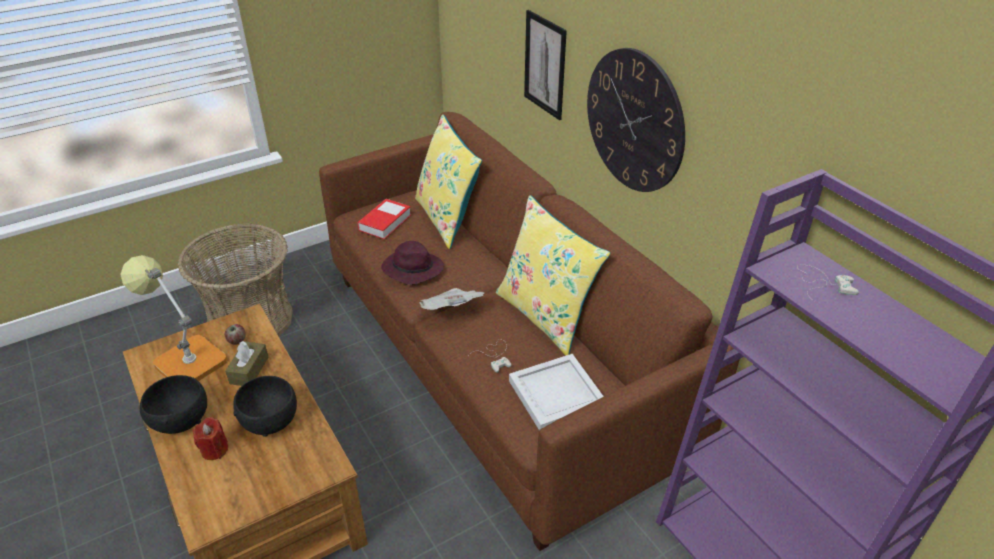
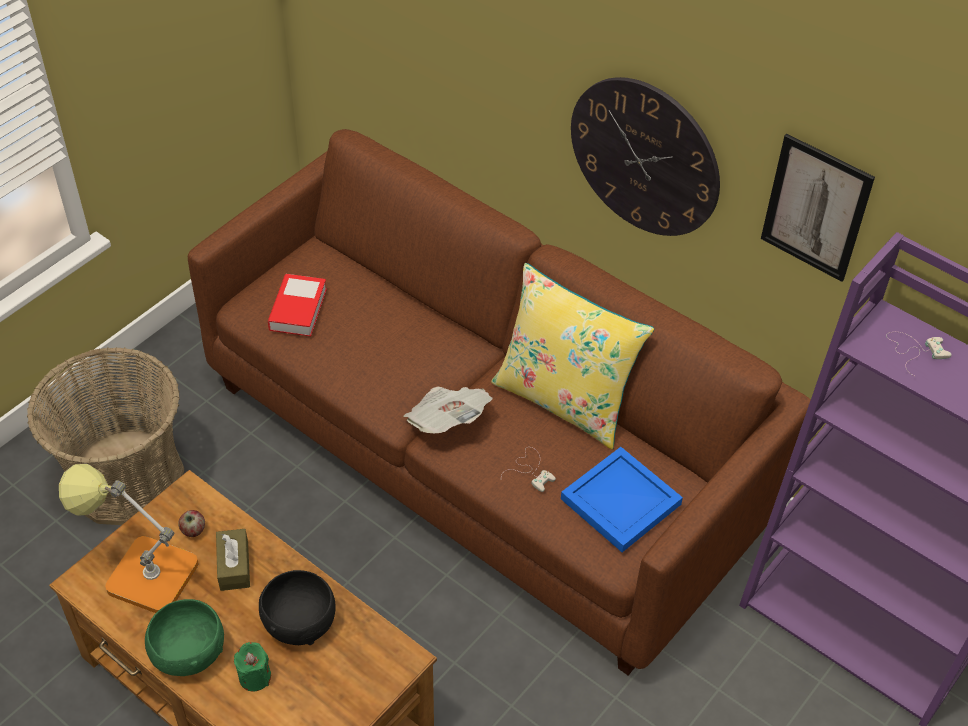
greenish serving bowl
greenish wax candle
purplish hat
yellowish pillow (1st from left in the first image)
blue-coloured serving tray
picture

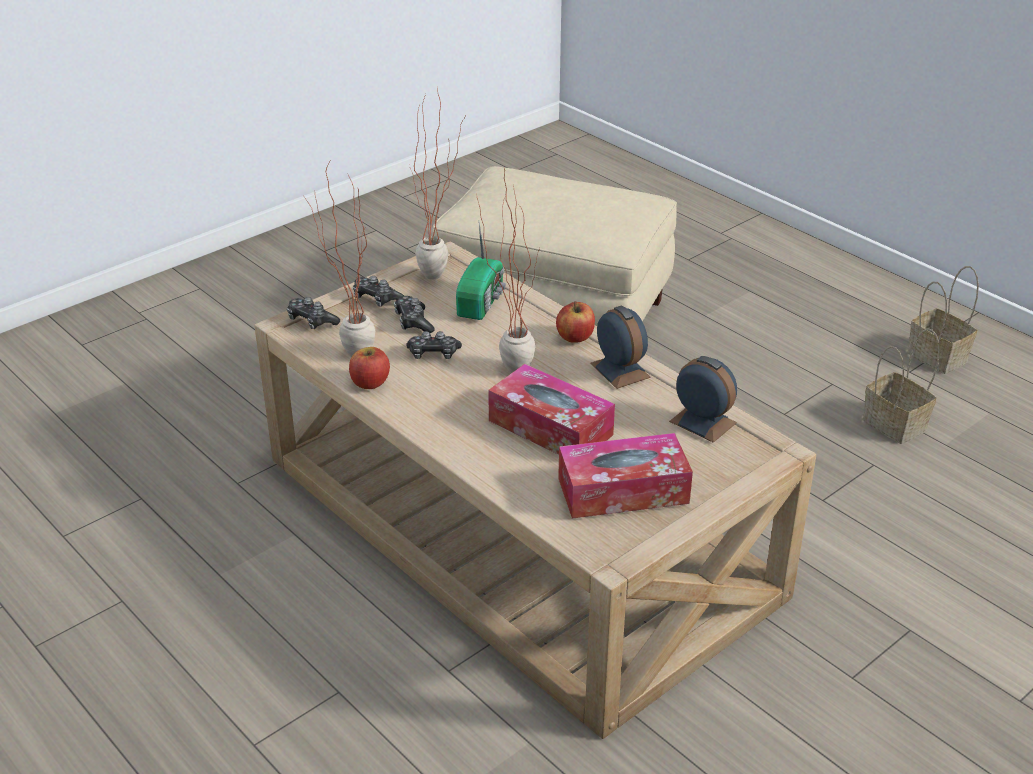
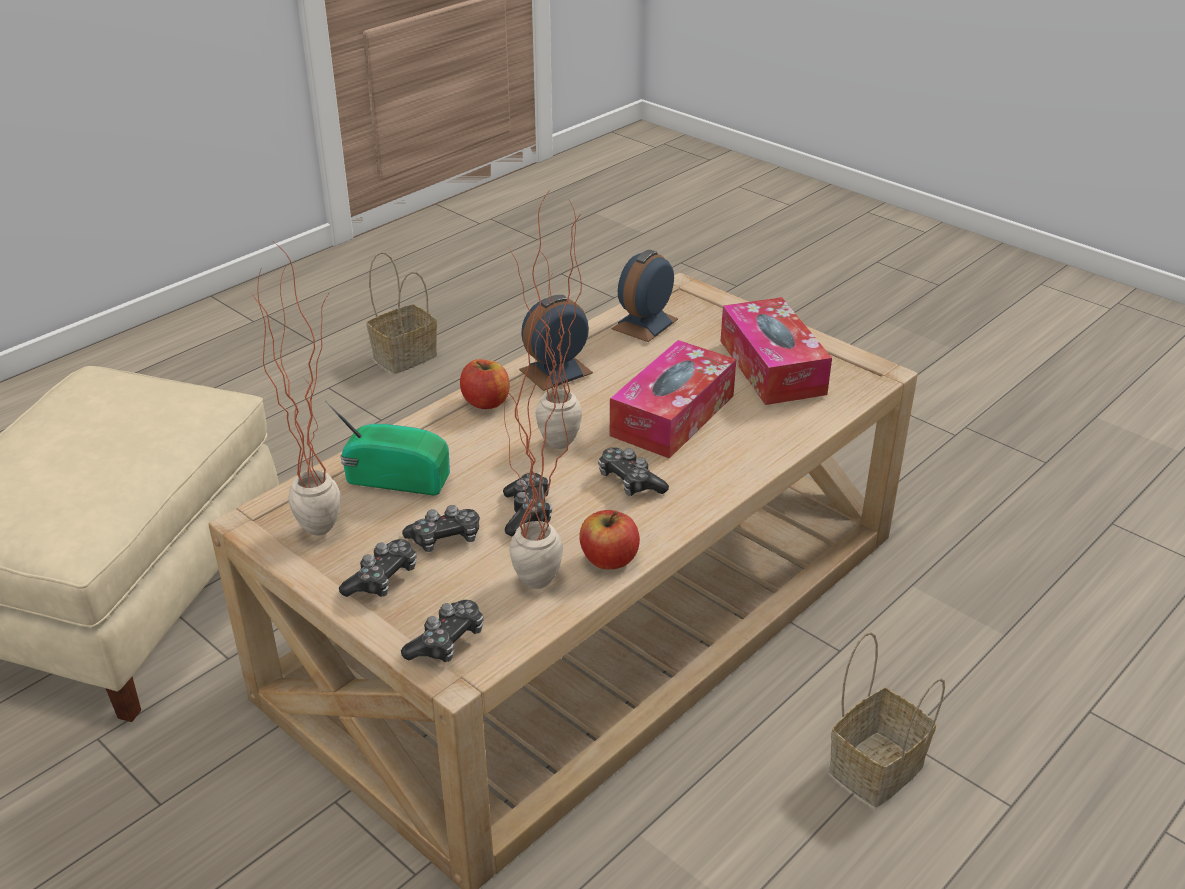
household basket (2nd from left)
joypad (5th from left)

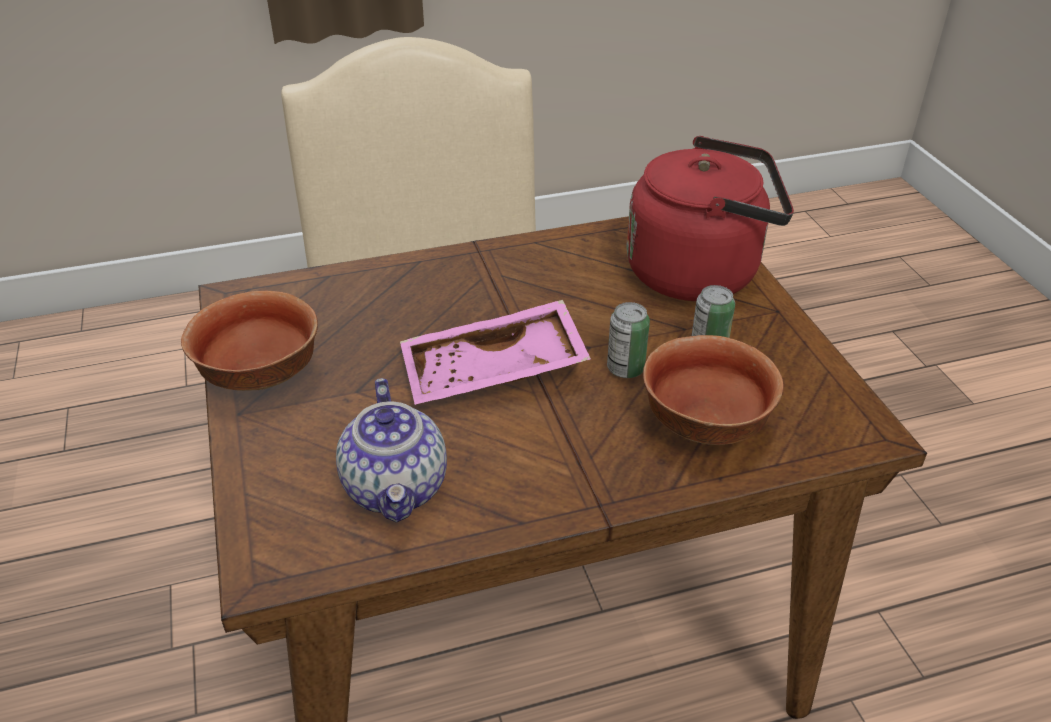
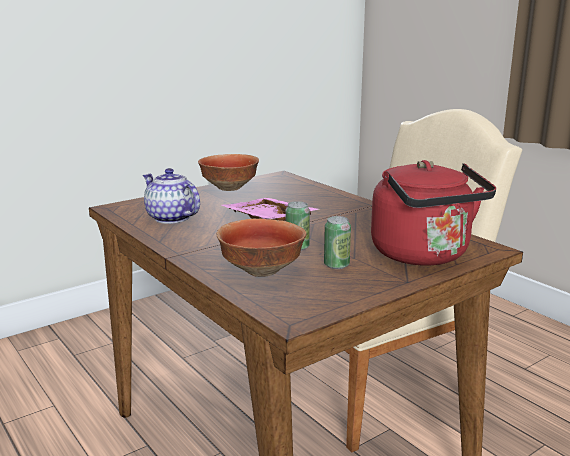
teapot

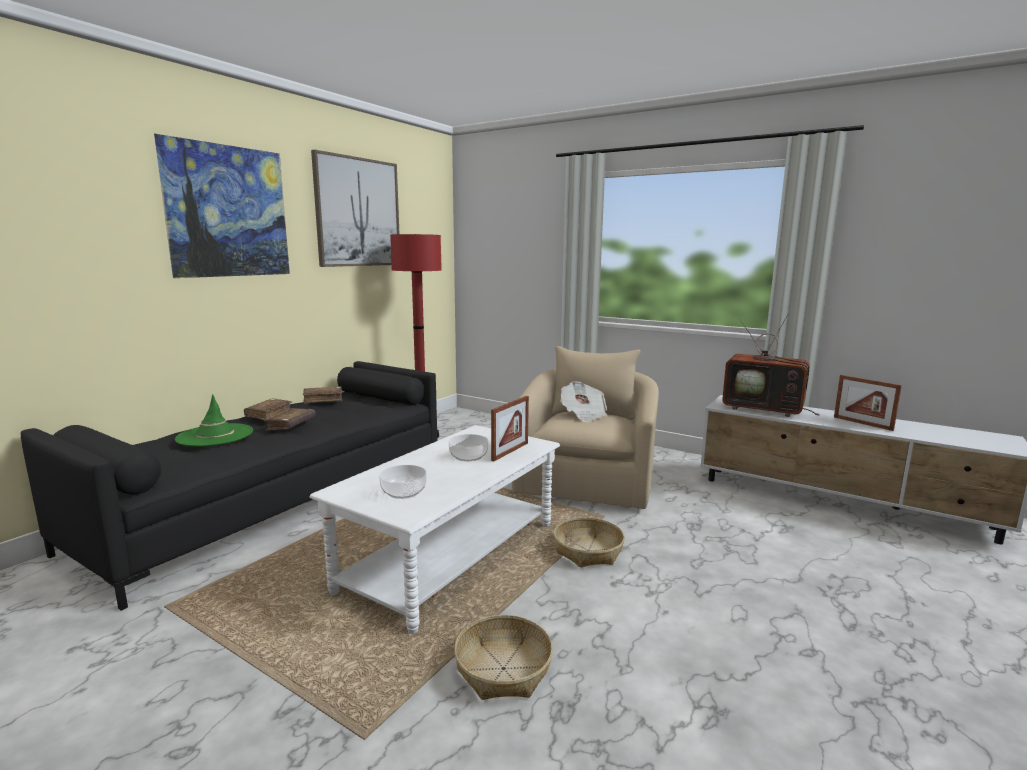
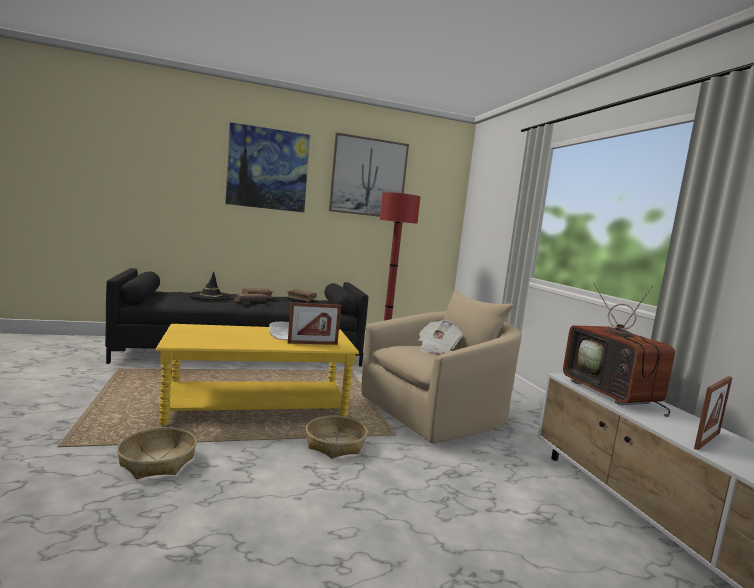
black-coloured hat
yellowish low table
serving bowl (1st from left in the first image)
photo frame (2nd from left)

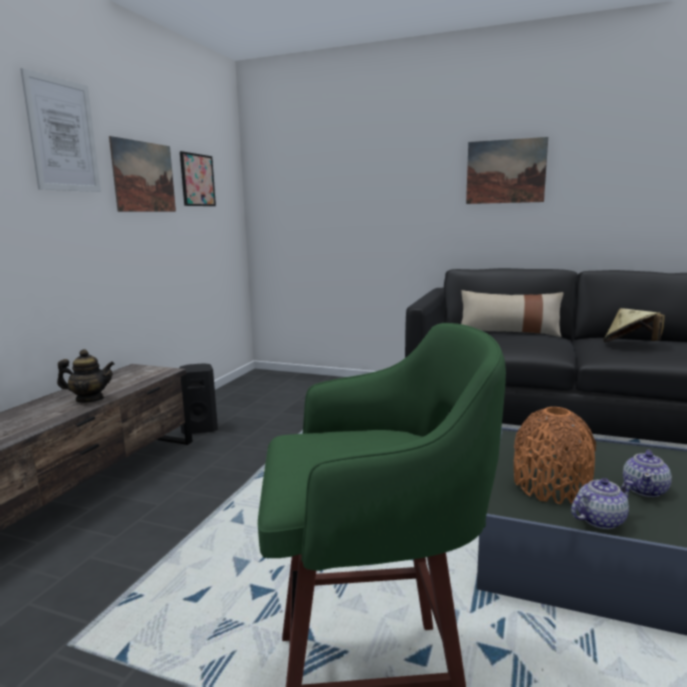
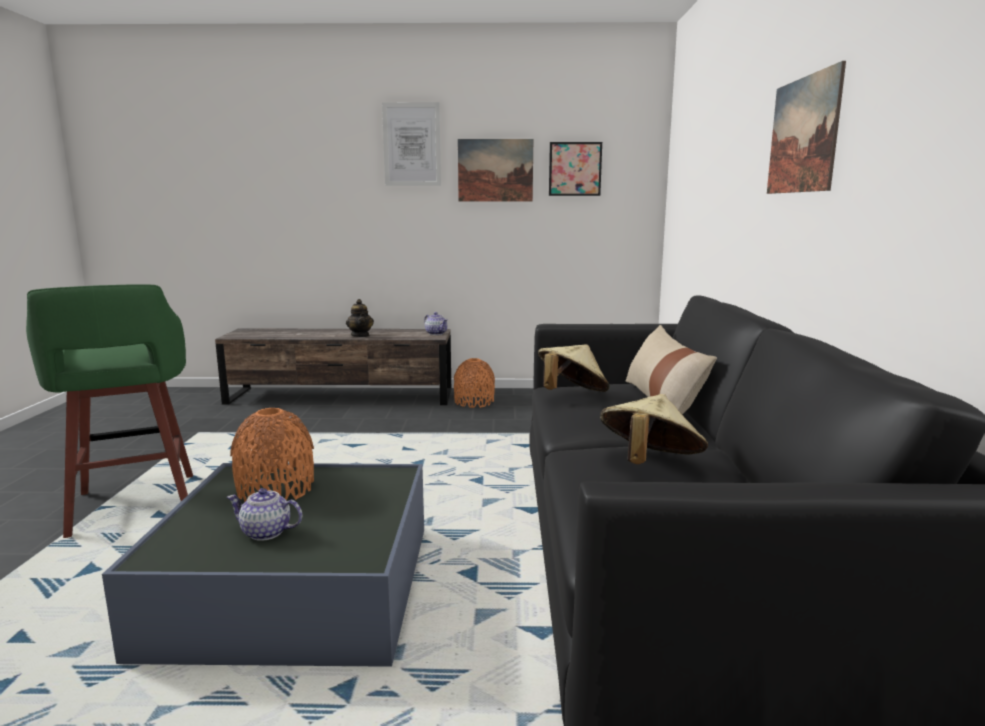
orangey vase (2nd from left)
teapot (3rd from left)
sand-coloured hat (1st from left)

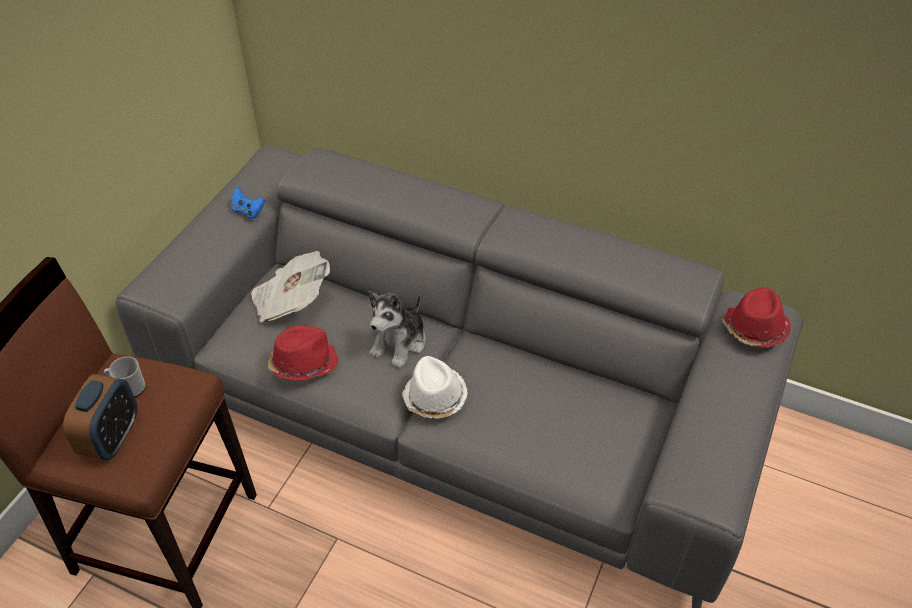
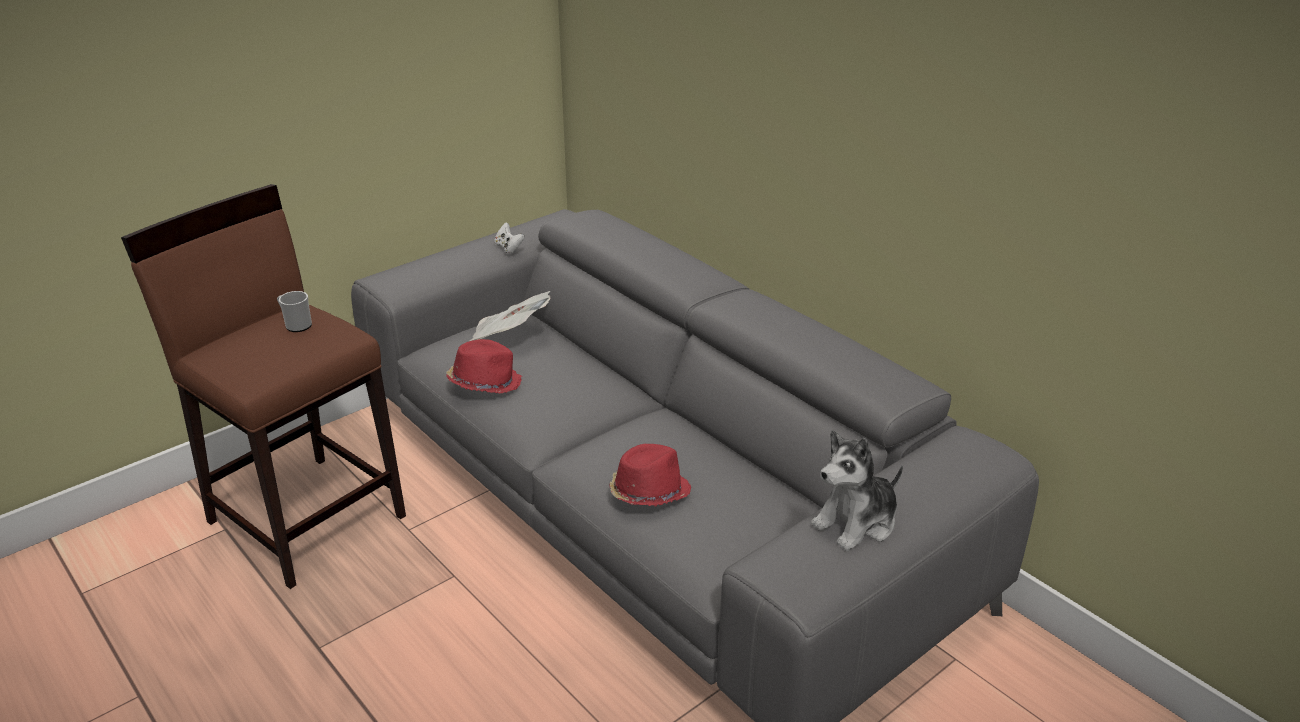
alarm clock
whitish joypad
plush toy
whitish hat
reddish hat (2nd from left)

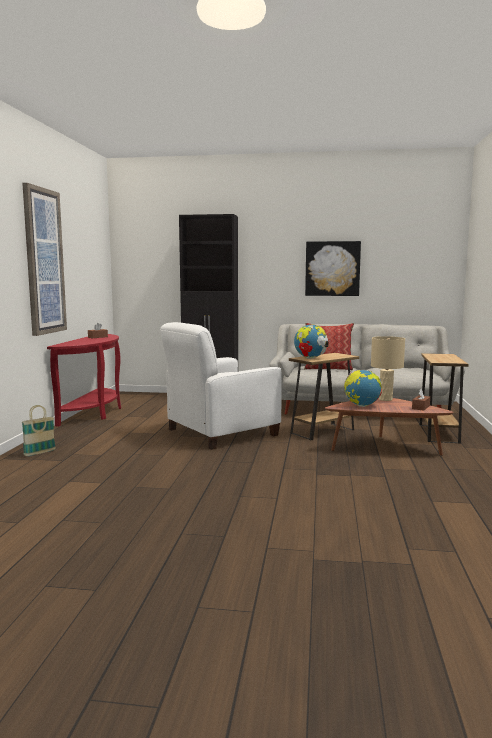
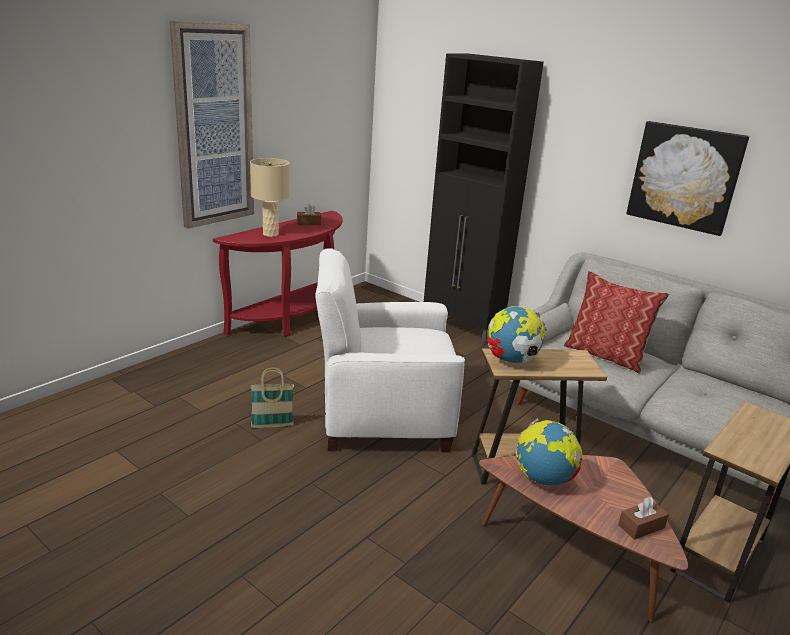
household basket
sand-coloured table lamp

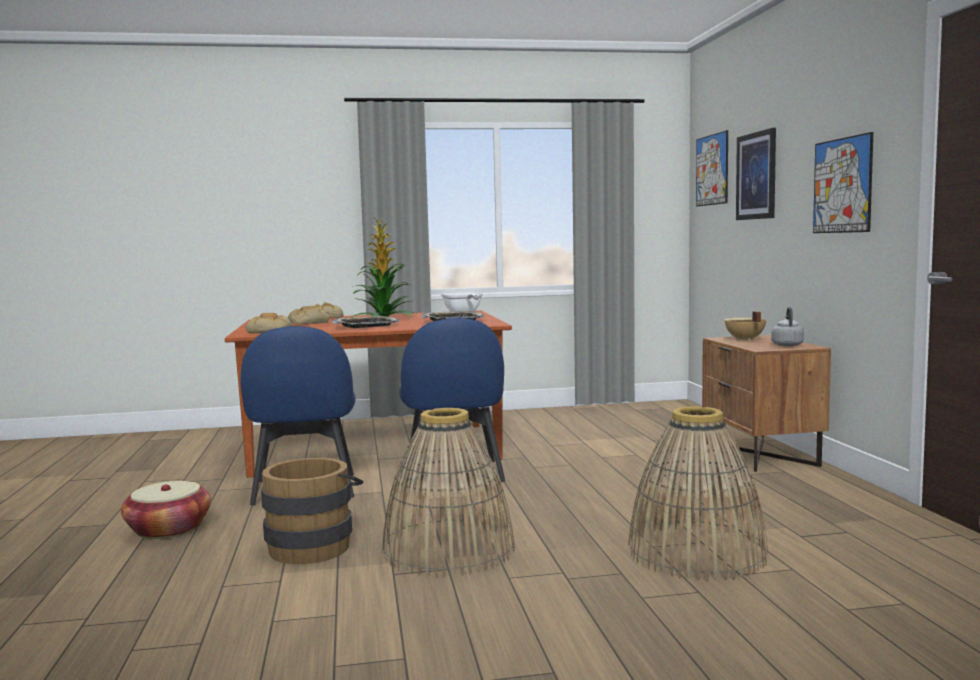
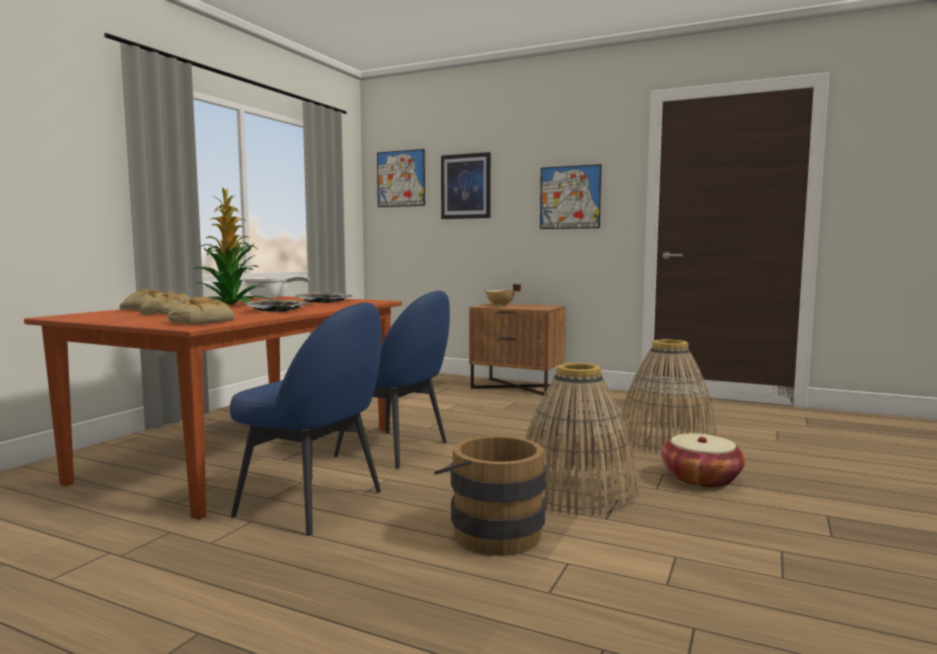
household basket (3rd from left)
gray kettle

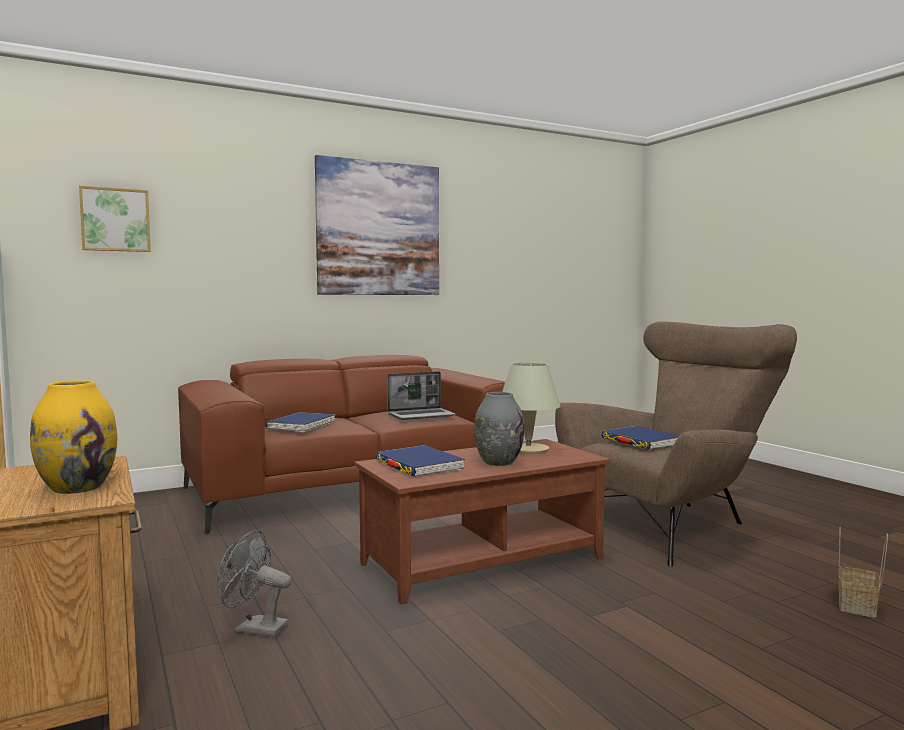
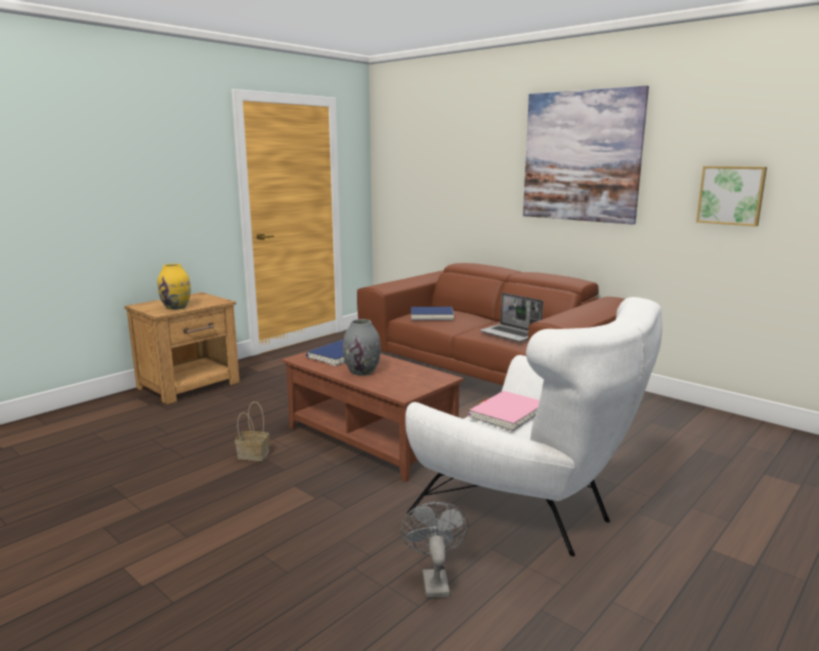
picture (2nd from left)
gray fan
sand-coloured table lamp
whitish armchair
pink-coloured bound book
household basket

